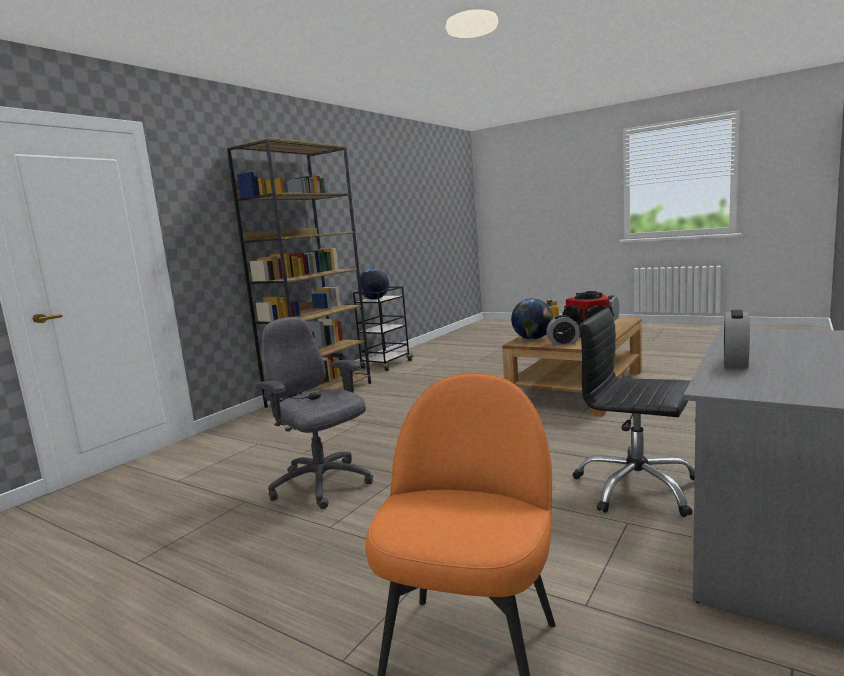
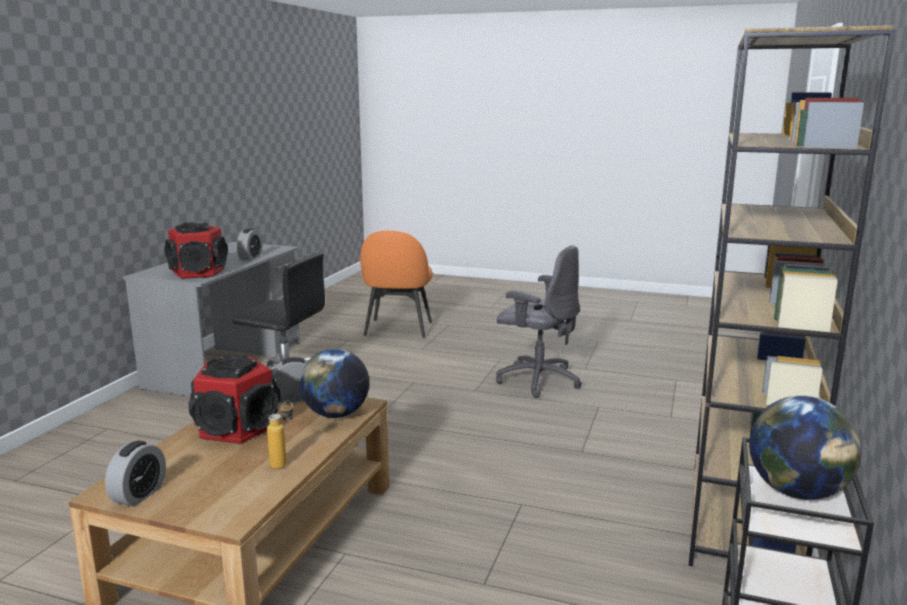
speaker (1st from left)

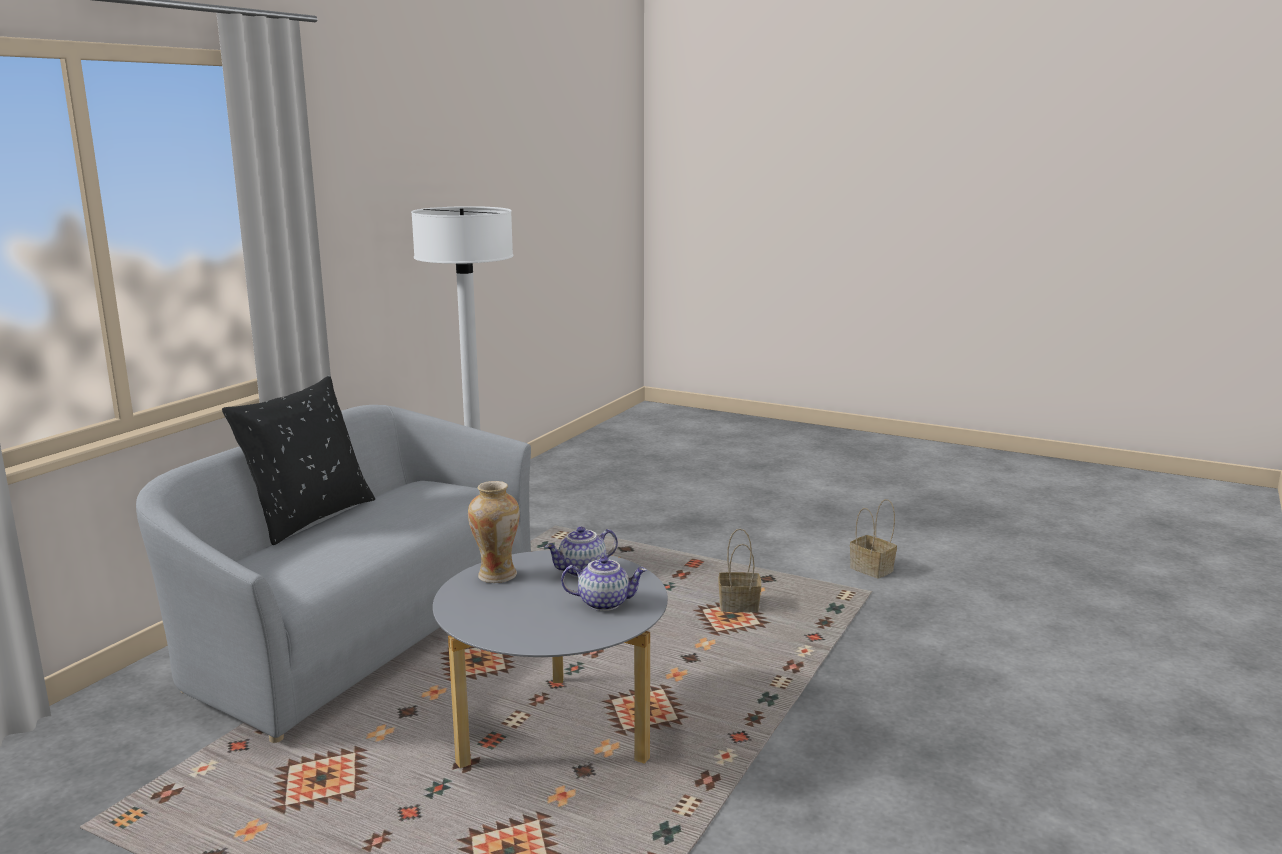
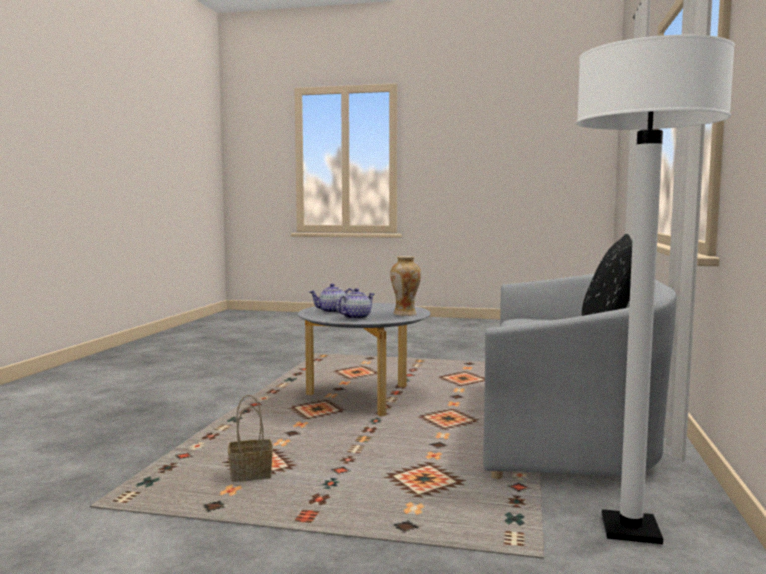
household basket (2nd from left in the first image)

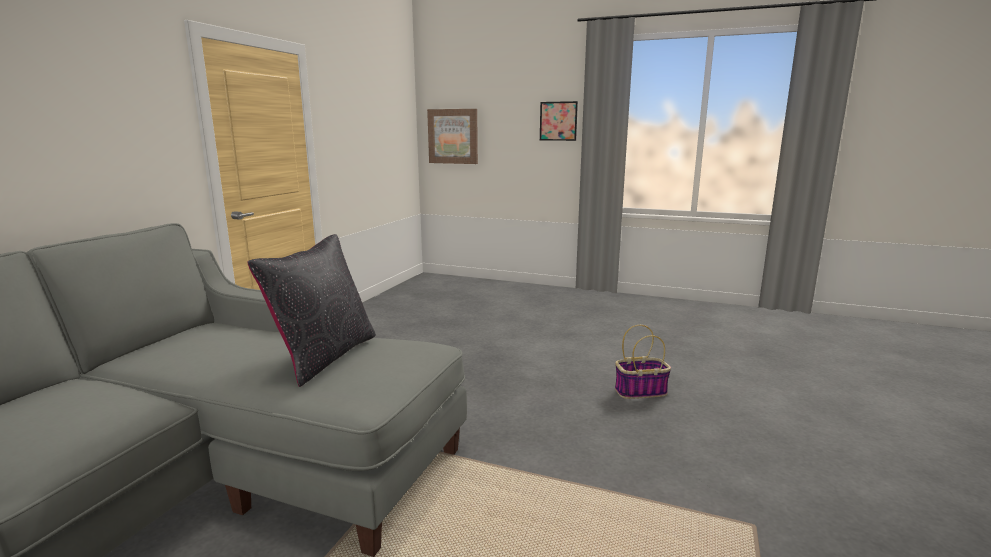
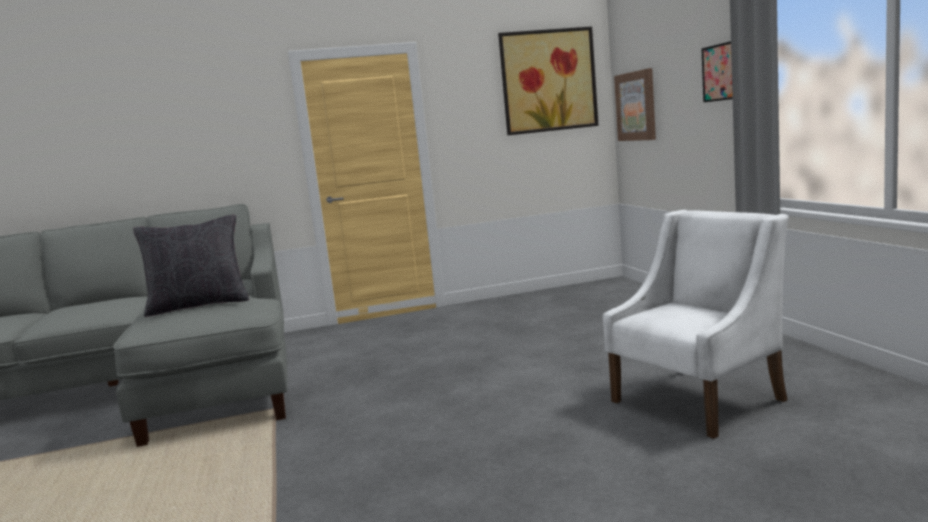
household basket
picture (1st from left)
whitish armchair

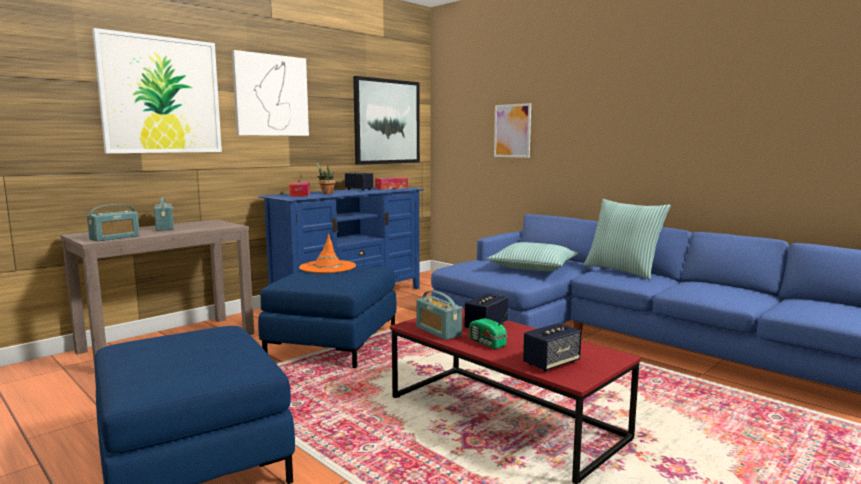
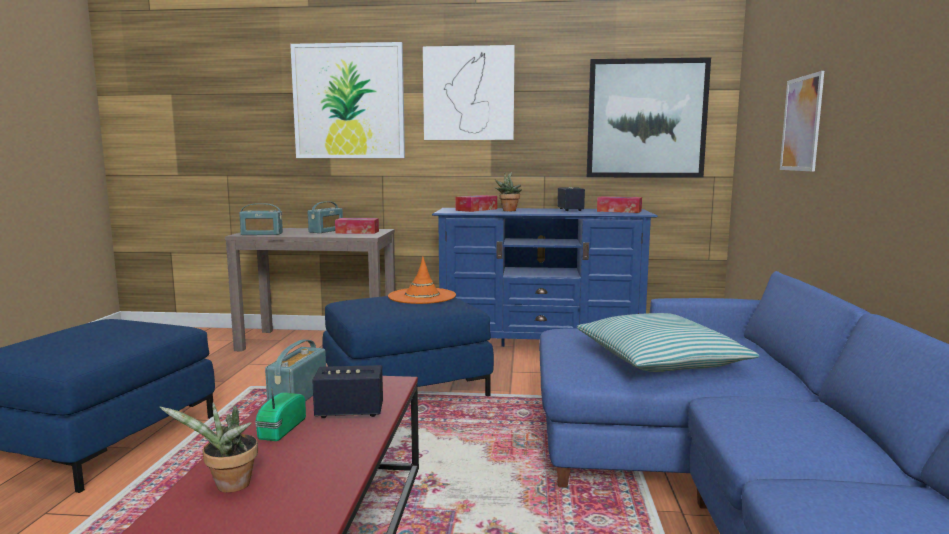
plant in a pot (1st from left)
pillow (2nd from left in the first image)
box of tissues (1st from left)

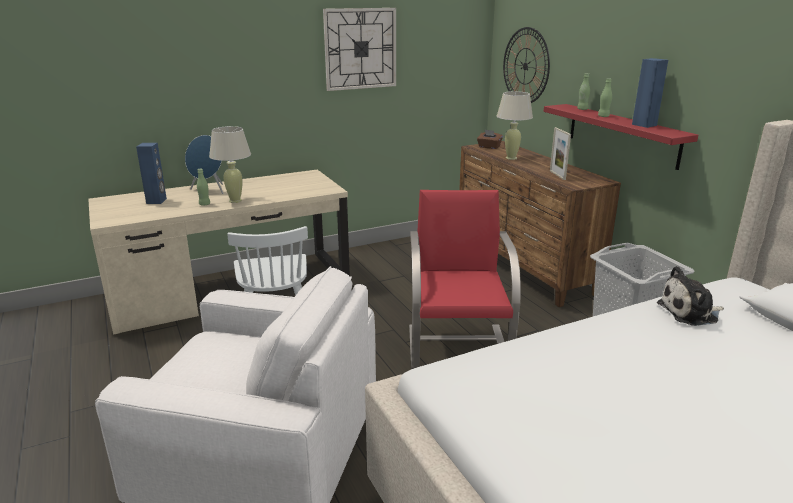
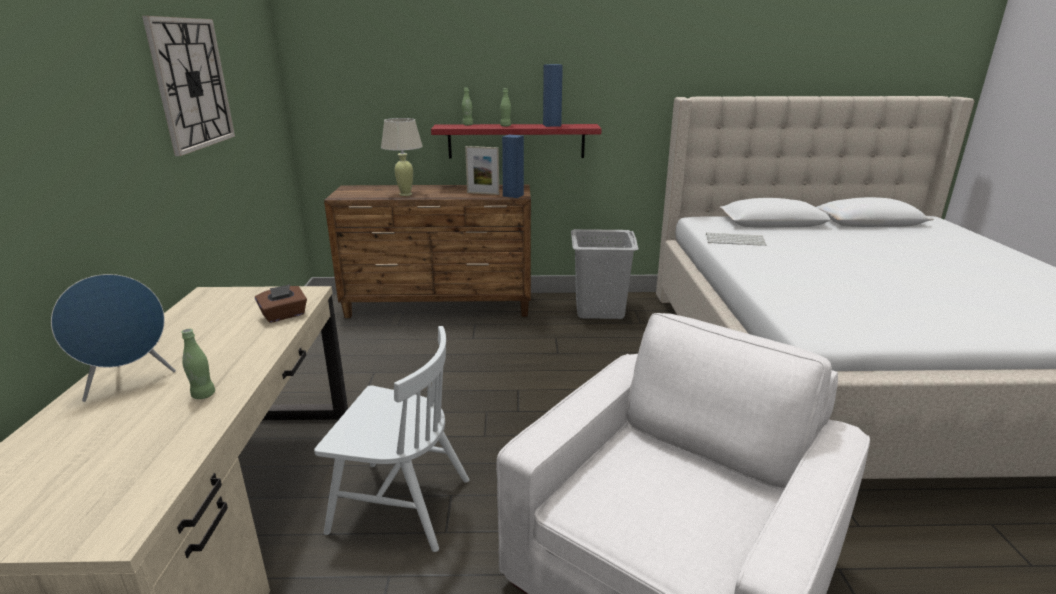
blue-coloured speaker (2nd from left)
sand-coloured table lamp (1st from left in the first image)
reddish armchair
brown box of tissues
clock on the wall (2nd from left in the first image)
PC keyboard

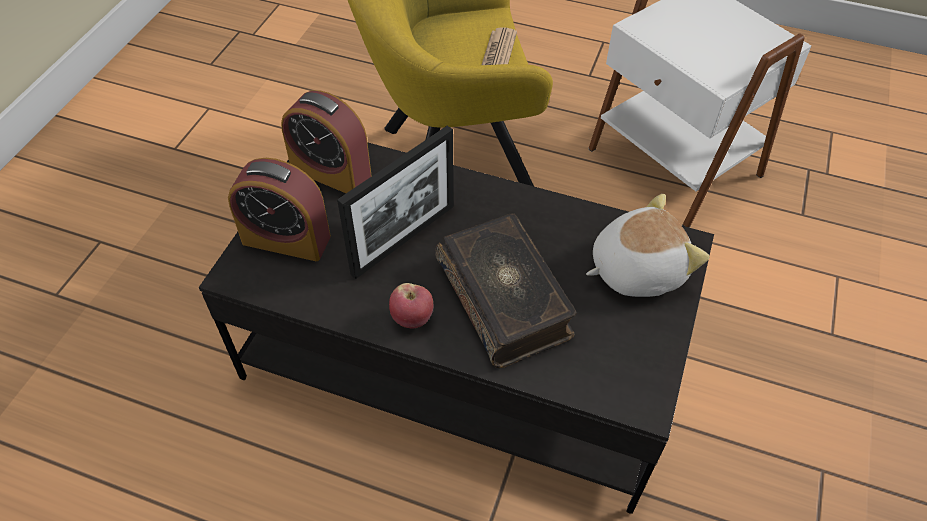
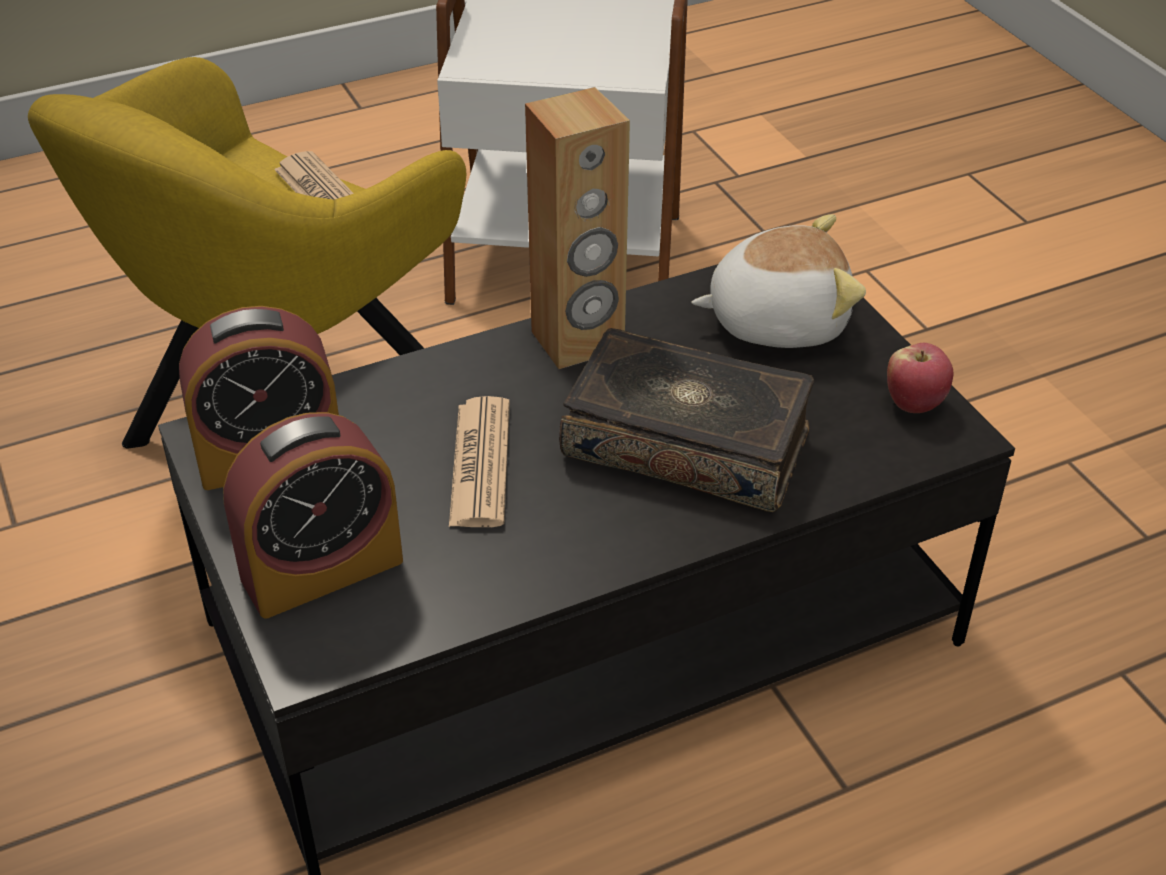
newspaper (2nd from left)
whole apple
plush toy
brown speaker

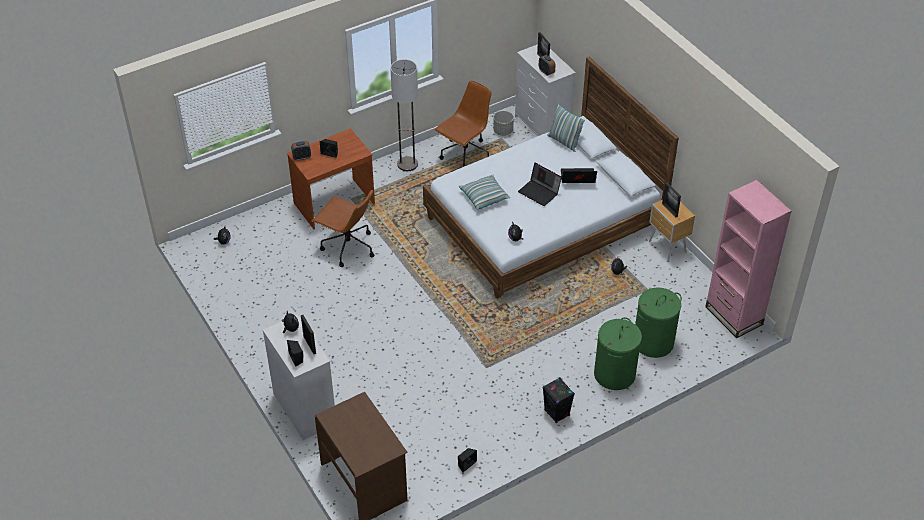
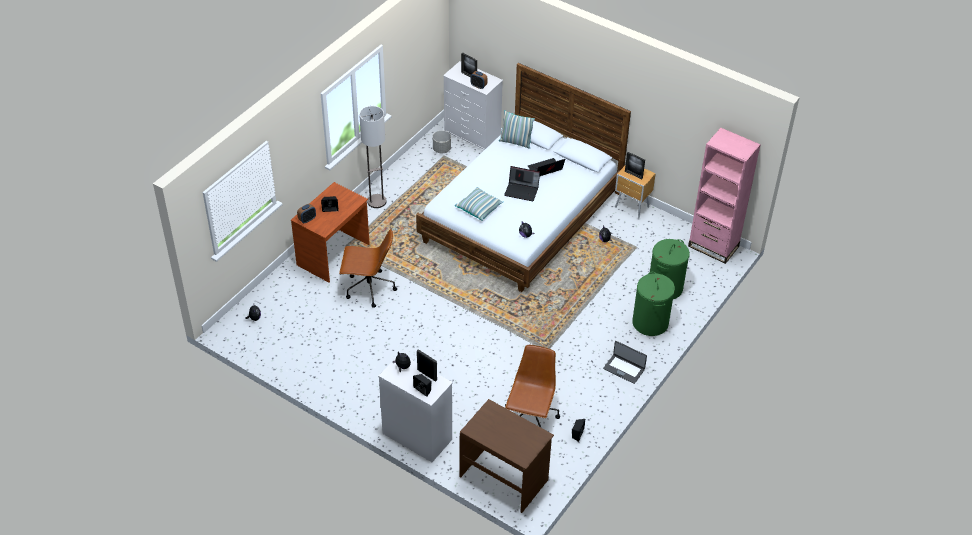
brown computer chair (2nd from left)
portable computer (3rd from left)

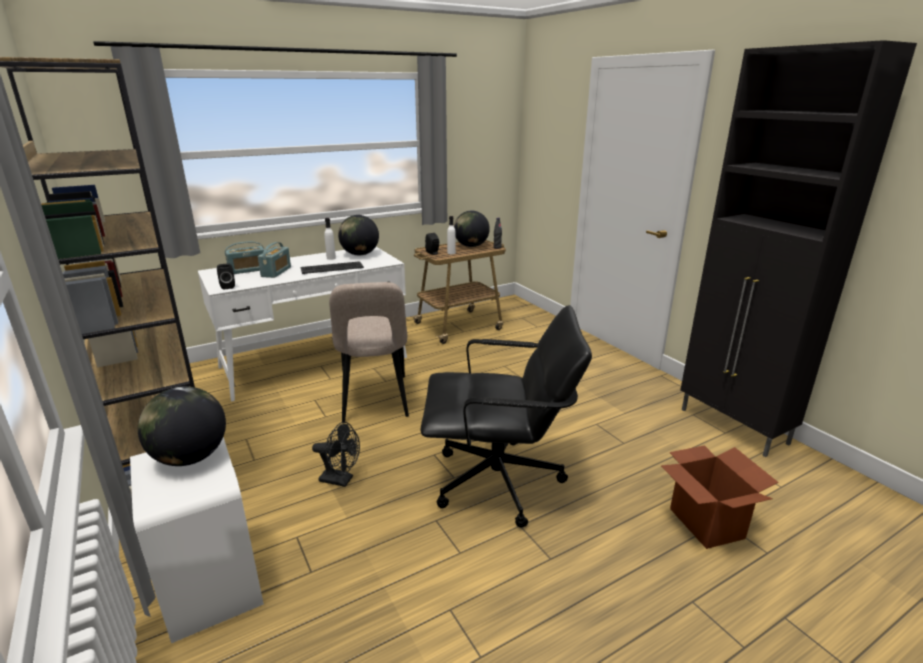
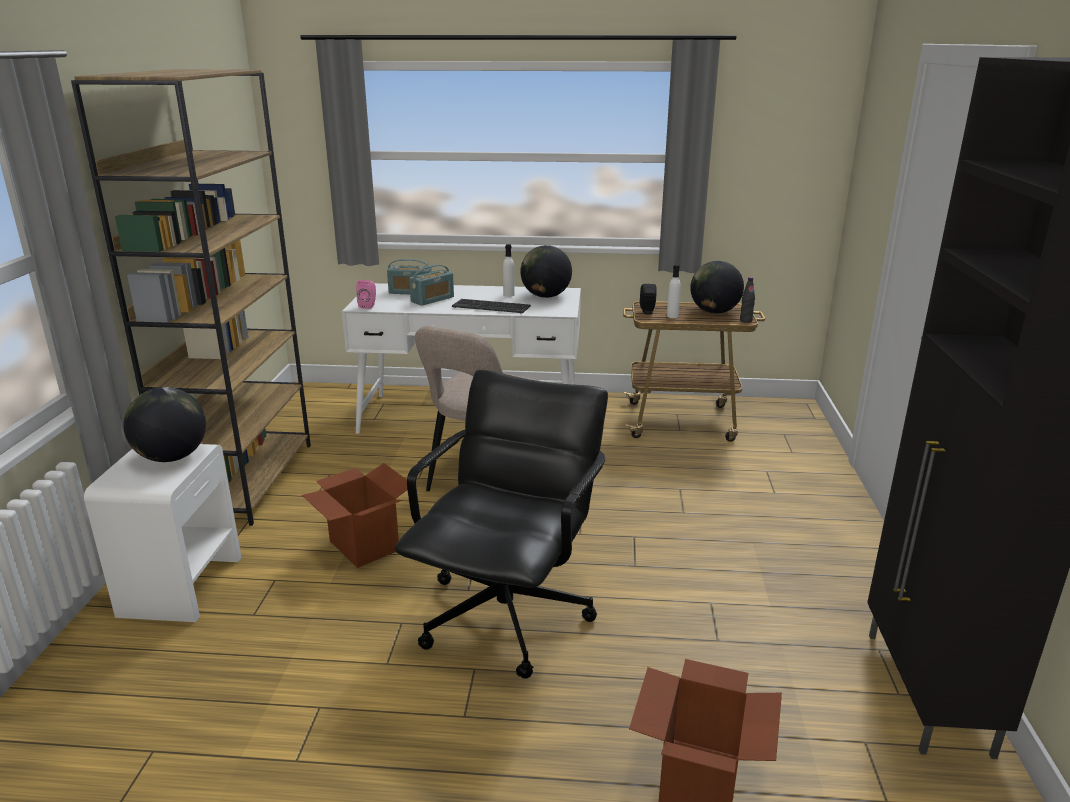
pink-coloured speaker
cardboard box (1st from left)
black-coloured computer chair

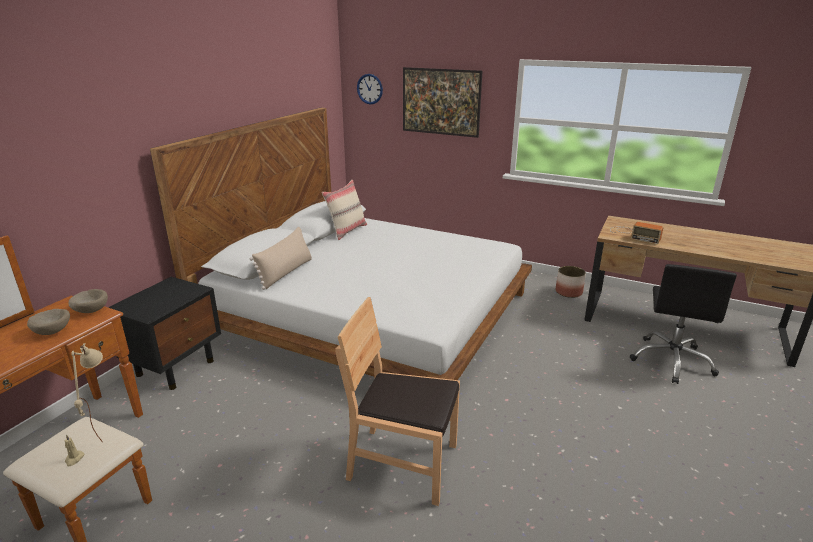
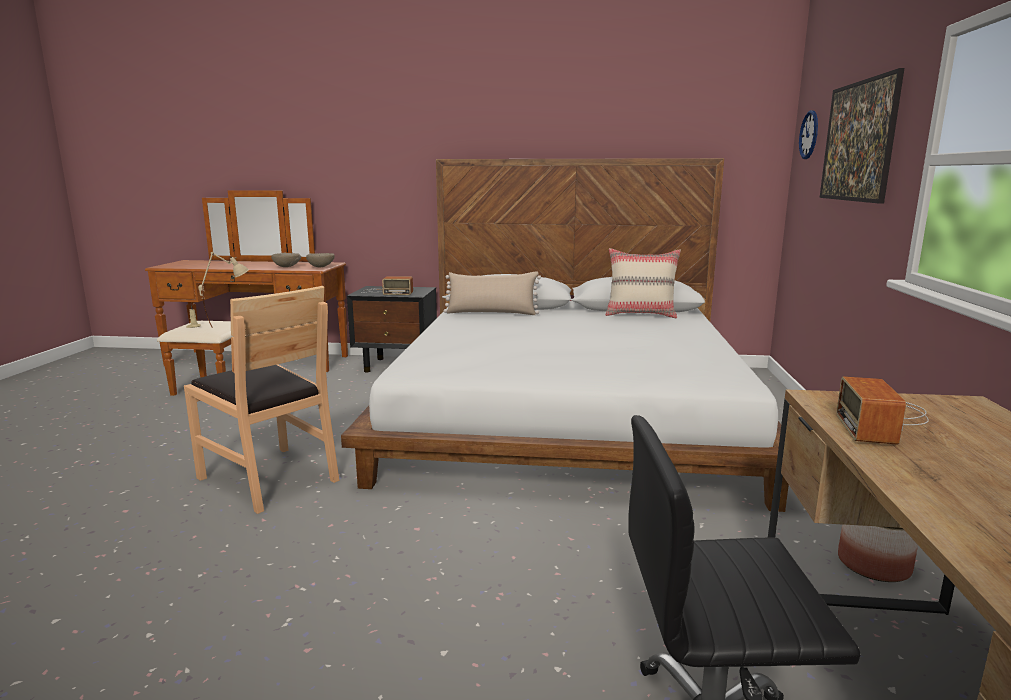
brown upright chair
radio set (1st from left)

